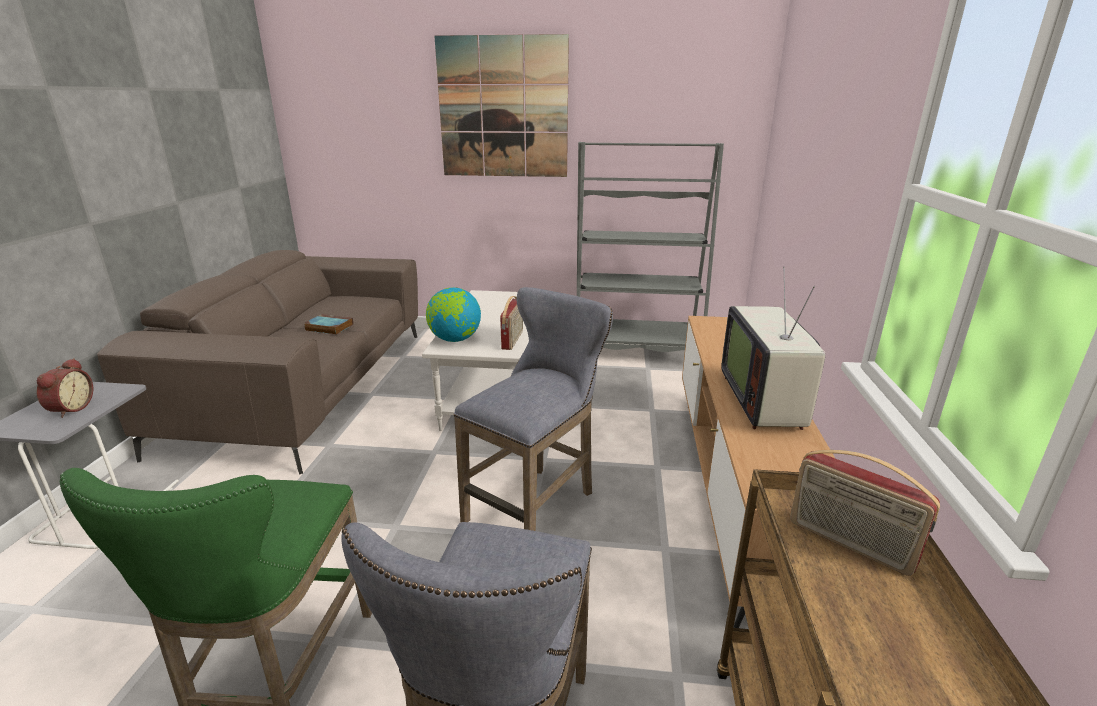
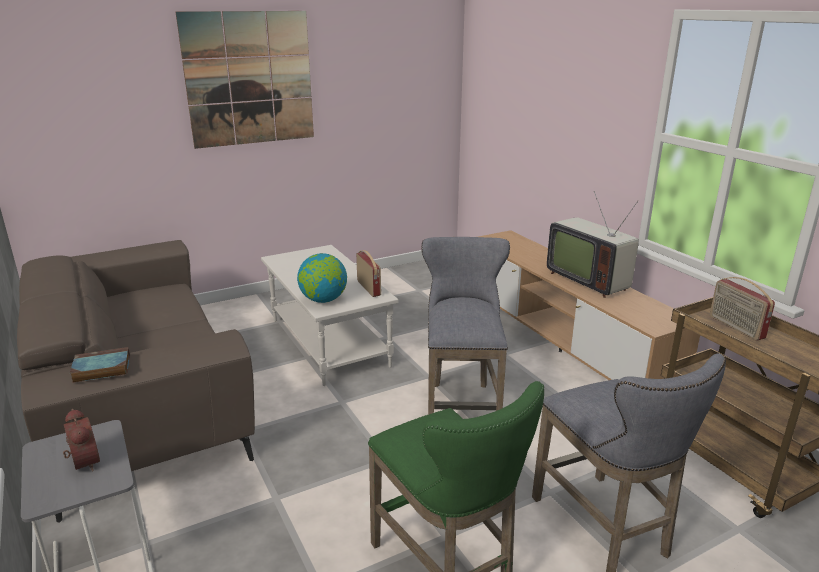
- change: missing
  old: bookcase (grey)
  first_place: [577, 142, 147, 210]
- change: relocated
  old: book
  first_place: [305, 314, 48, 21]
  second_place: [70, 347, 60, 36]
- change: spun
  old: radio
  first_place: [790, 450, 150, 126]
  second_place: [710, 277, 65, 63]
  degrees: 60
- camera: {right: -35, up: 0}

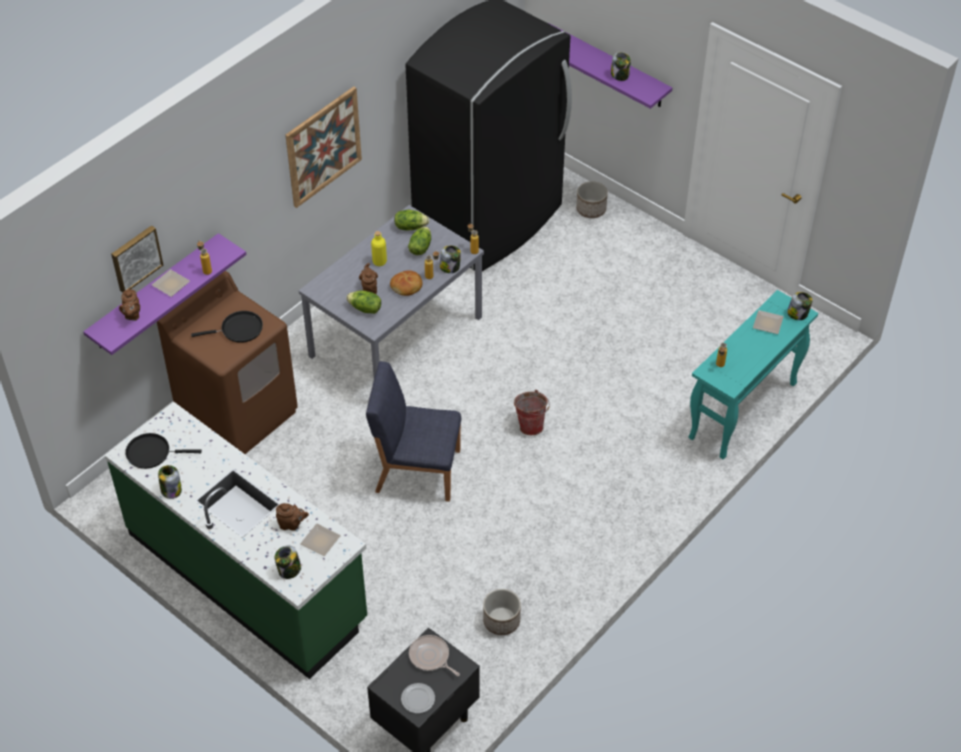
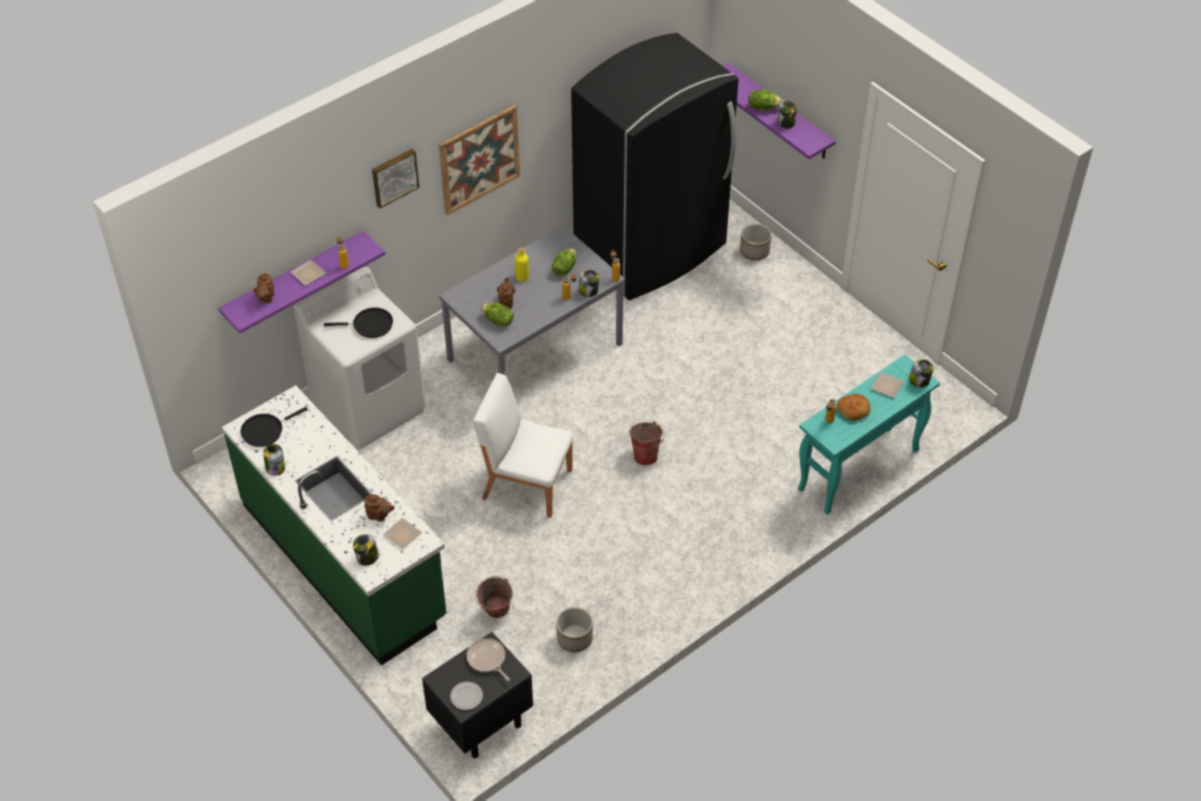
- change: relocated
  old: lettuce
  first_place: [394, 210, 35, 20]
  second_place: [748, 90, 34, 20]
- change: relocated
  old: picture
  first_place: [111, 226, 52, 67]
  second_place: [372, 149, 47, 59]
- change: relocated
  old: bread
  first_place: [390, 270, 32, 26]
  second_place: [837, 394, 33, 26]
- change: colour
  old: washing machine (brown)
  new: washing machine (white)
  first_place: [157, 271, 141, 183]
  second_place: [294, 266, 132, 184]
- change: colour
  old: chair (blue)
  new: chair (white)
  first_place: [366, 361, 95, 141]
  second_place: [473, 373, 100, 145]
- change: spun
  old: frying pan (black)
  first_place: [125, 433, 77, 36]
  second_place: [241, 407, 67, 40]
  degrees: -45
- change: appeared
  new: bucket
  second_place: [475, 576, 38, 42]
- camera: {right: 10, up: 0}

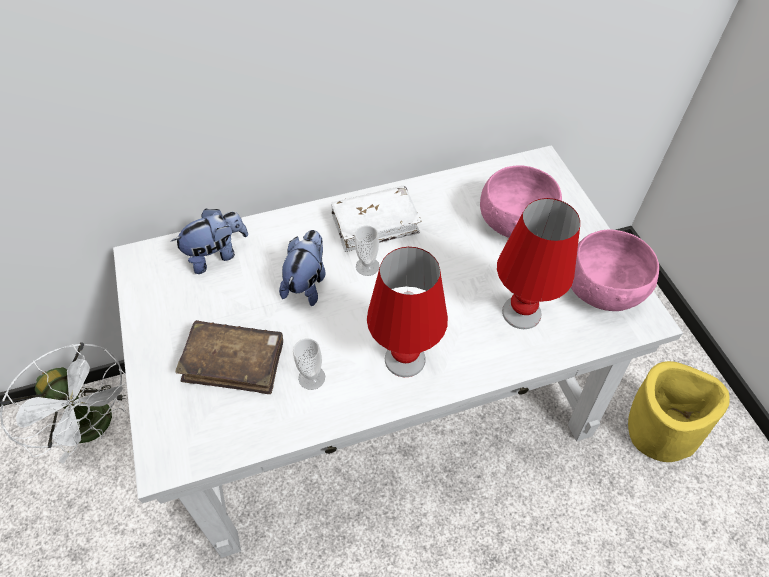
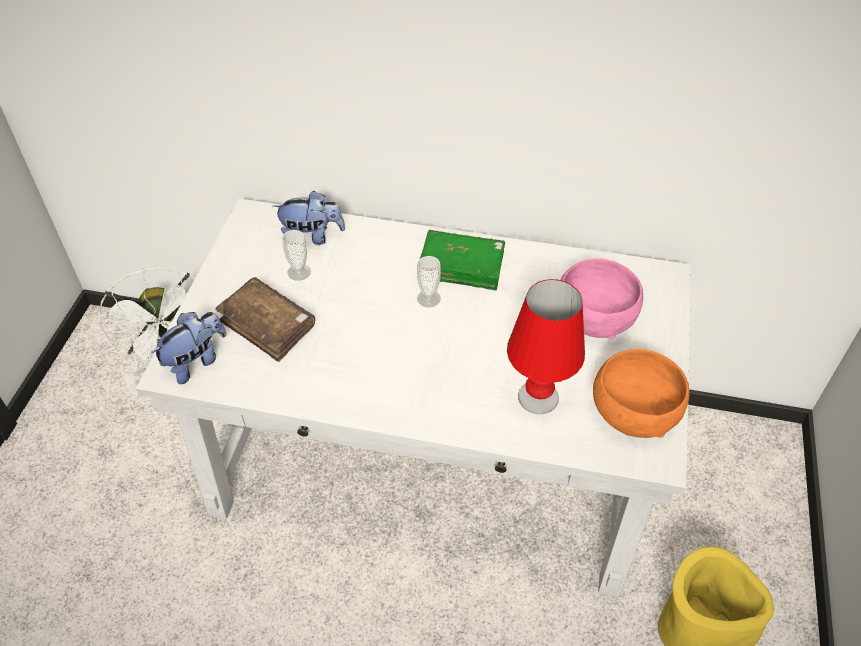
- change: colour
  old: book (white)
  new: book (green)
  first_place: [331, 185, 91, 67]
  second_place: [419, 230, 86, 60]
- change: relocated
  old: plush toy
  first_place: [279, 230, 47, 76]
  second_place: [151, 312, 75, 72]
- change: colour
  old: bowl (pink)
  new: bowl (orange)
  first_place: [571, 230, 88, 81]
  second_place: [593, 349, 96, 89]
- change: missing
  old: table lamp (red)
  first_place: [367, 247, 81, 130]
- change: relocated
  old: cup
  first_place: [293, 338, 32, 52]
  second_place: [282, 230, 29, 51]
- camera: {right: 30, up: -5}

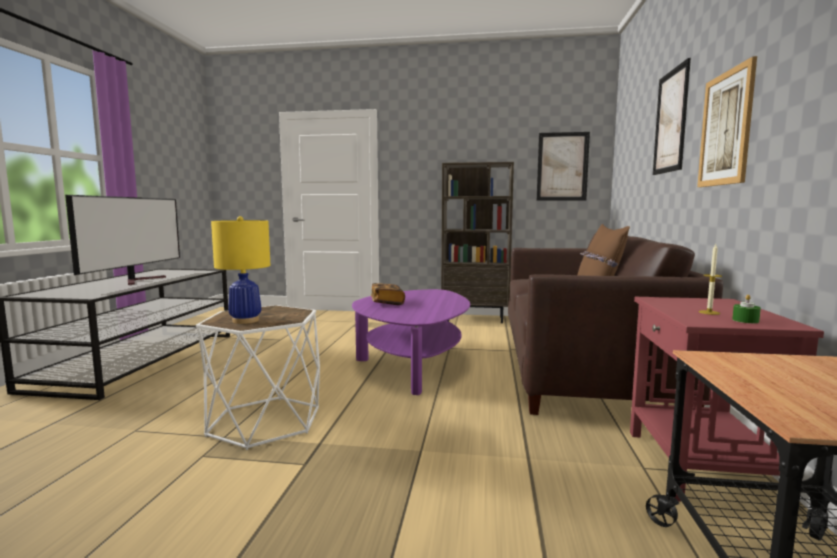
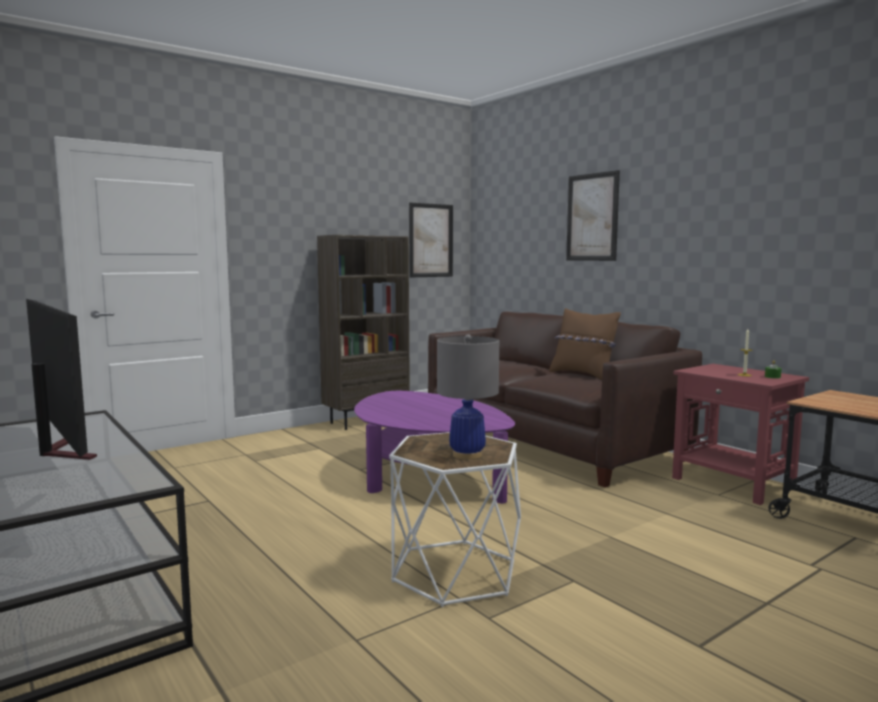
- change: missing
  old: picture
  first_place: [697, 56, 60, 131]
- change: colour
  old: table lamp (yellow)
  new: table lamp (grey)
  first_place: [211, 216, 59, 108]
  second_place: [437, 334, 62, 126]
- change: missing
  old: book
  first_place: [371, 283, 34, 22]
- camera: {right: -45, up: 0}

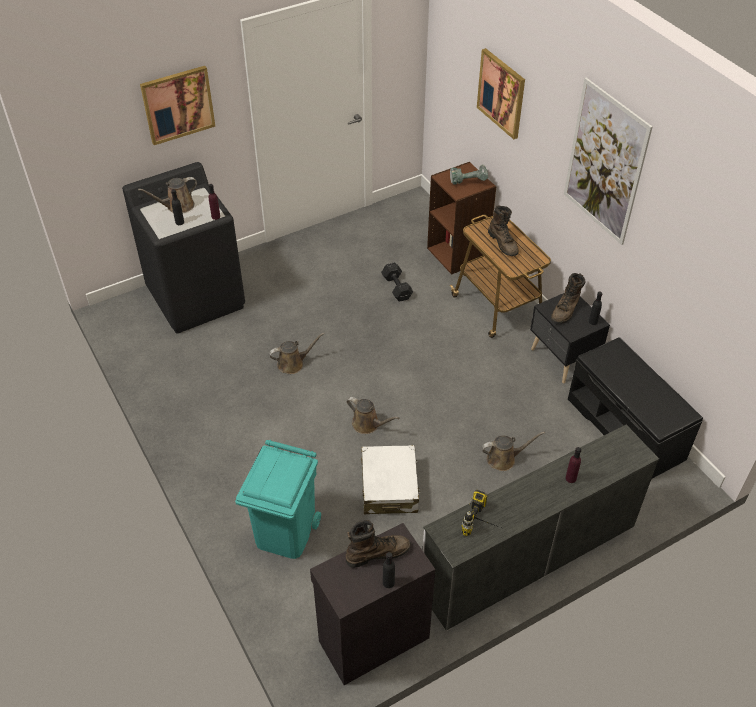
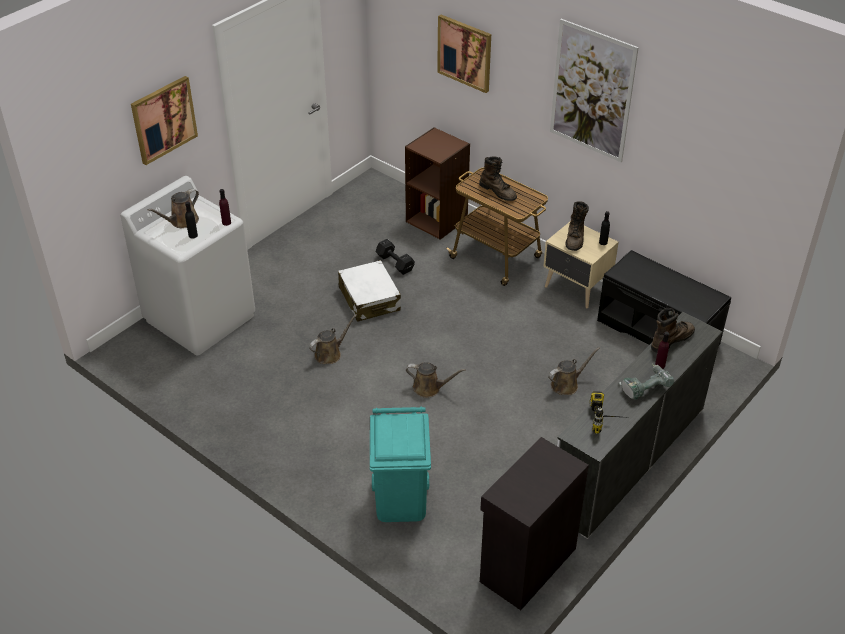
- change: colour
  old: washing machine (black)
  new: washing machine (white)
  first_place: [122, 162, 123, 172]
  second_place: [120, 176, 135, 180]
- change: relocated
  old: power drill
  first_place: [450, 165, 38, 20]
  second_place: [619, 364, 55, 36]
- change: colour
  old: nightstand (black)
  new: nightstand (beige)
  first_place: [530, 293, 80, 91]
  second_place: [543, 222, 76, 86]
- change: relocated
  old: suitcase (white)
  first_place: [361, 445, 59, 69]
  second_place: [338, 260, 63, 62]
- change: relocated
  old: boot (brown)
  first_place: [346, 520, 65, 48]
  second_place: [651, 308, 44, 45]
- change: missing
  old: bottle (black)
  first_place: [383, 552, 12, 36]
- camera: {right: -20, up: -5}

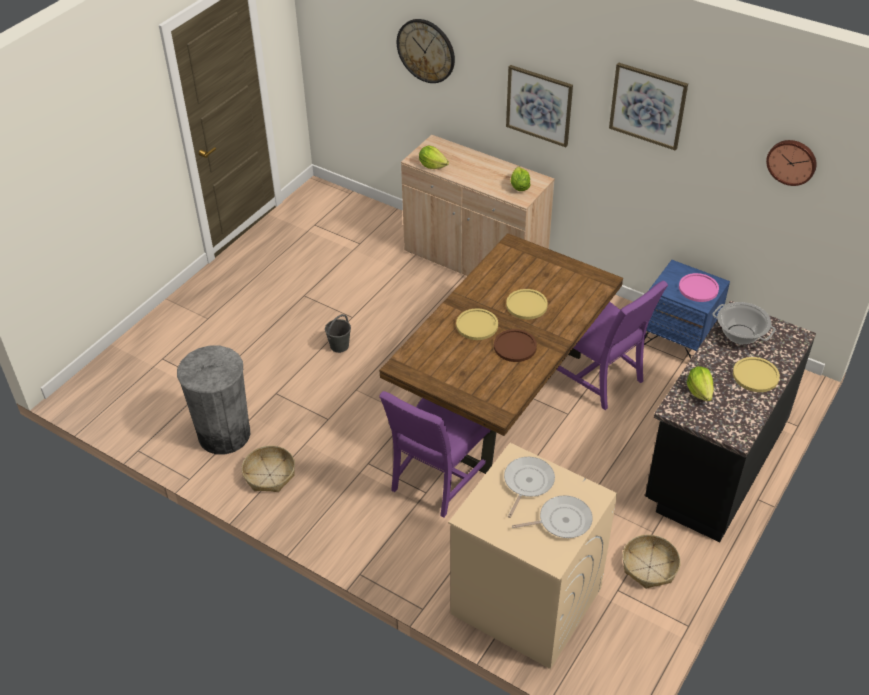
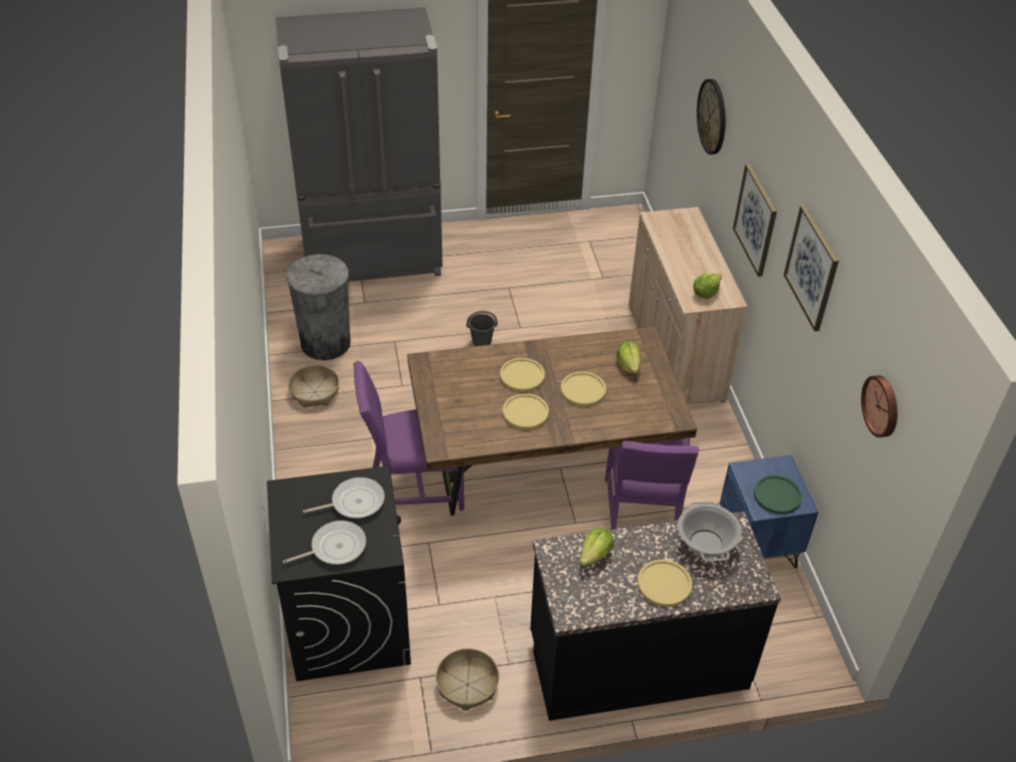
- change: relocated
  old: lettuce
  first_place: [419, 145, 30, 24]
  second_place: [616, 341, 25, 33]
- change: colour
  old: plate (pink)
  new: plate (green)
  first_place: [679, 273, 40, 29]
  second_place: [754, 475, 48, 39]
- change: colour
  old: plate (brown)
  new: plate (yellow)
  first_place: [494, 329, 43, 33]
  second_place: [503, 394, 46, 36]
- change: colour
  old: washing machine (beige)
  new: washing machine (black)
  first_place: [448, 443, 169, 226]
  second_place: [267, 466, 144, 216]
- change: spun
  old: frying pan
  first_place: [512, 495, 81, 43]
  second_place: [283, 520, 83, 45]
  degrees: -60
- change: appeared
  new: fridge (grey)
  second_place: [275, 7, 168, 275]
- camera: {right: 45, up: 0}

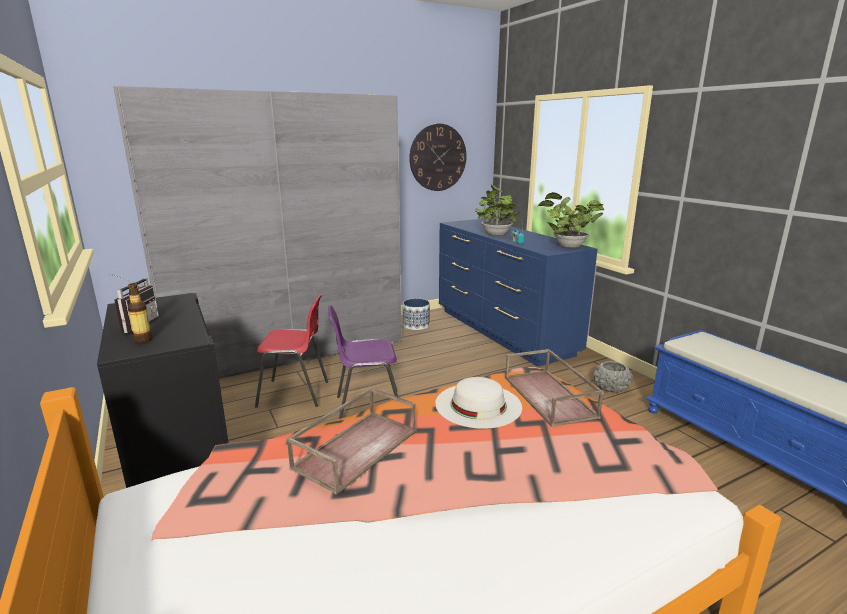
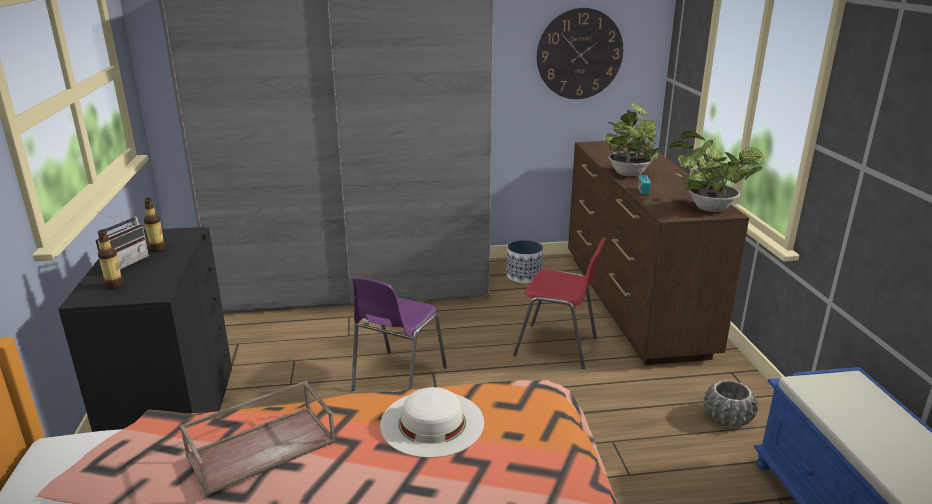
- change: colour
  old: dresser (blue)
  new: dresser (brown)
  first_place: [439, 219, 158, 148]
  second_place: [568, 141, 181, 224]
- change: relocated
  old: chair (red)
  first_place: [255, 294, 73, 114]
  second_place: [513, 237, 93, 132]
- change: spun
  old: chair (purple)
  first_place: [328, 305, 70, 114]
  second_place: [351, 277, 96, 114]
  degrees: -75
- change: missing
  old: tray (brown)
  first_place: [505, 349, 99, 78]
- change: appeared
  new: bottle
  second_place: [144, 198, 22, 54]
- camera: {right: 20, up: 5}

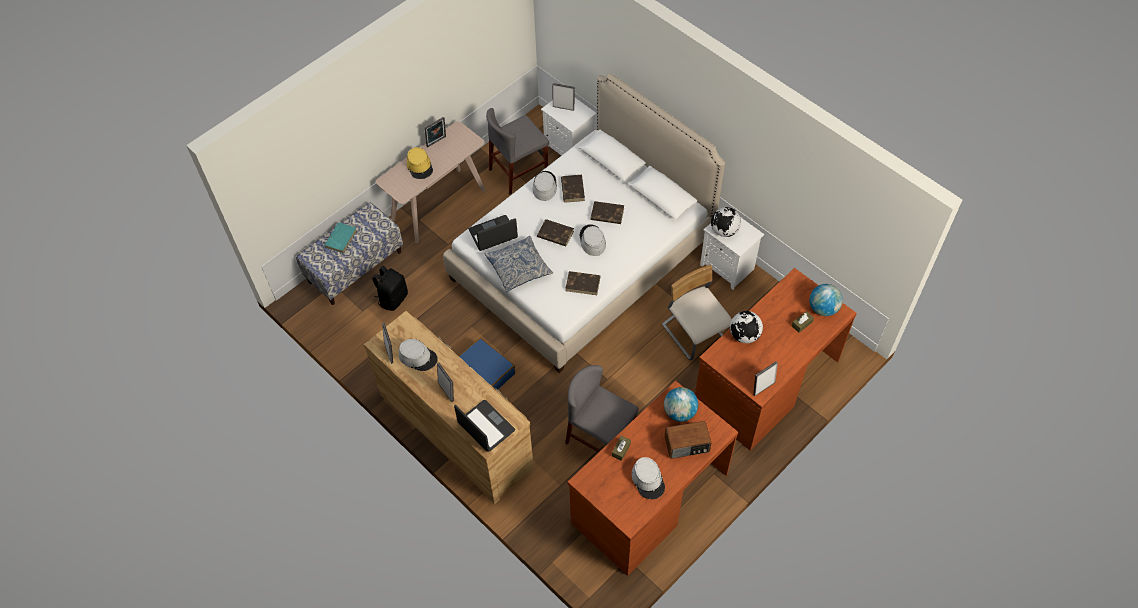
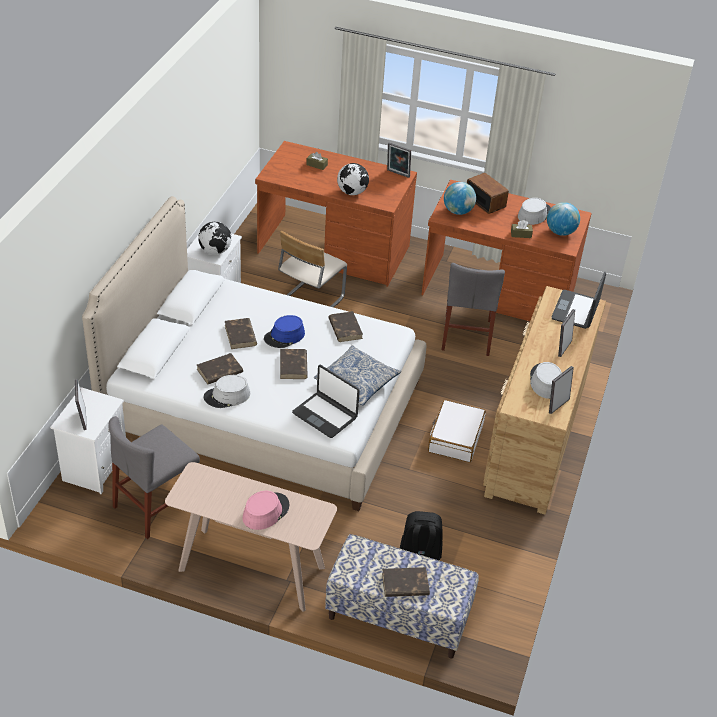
- change: spun
  old: chair (grey)
  first_place: [486, 108, 63, 87]
  second_place: [108, 416, 92, 123]
  degrees: 105
- change: missing
  old: picture frame
  first_place: [424, 117, 22, 30]
- change: colour
  old: hat (yellow)
  new: hat (pink)
  first_place: [407, 147, 26, 32]
  second_place: [243, 491, 46, 39]
- change: colour
  old: book (turquoise)
  new: book (brown)
  first_place: [324, 223, 33, 31]
  second_place: [382, 567, 48, 30]
- change: colour
  old: hat (grey)
  new: hat (blue)
  first_place: [579, 224, 27, 32]
  second_place: [264, 315, 41, 33]
- change: relocated
  old: globe
  first_place: [809, 284, 34, 32]
  second_place: [547, 202, 33, 34]
- change: colour
  old: suitcase (blue)
  new: suitcase (white)
  first_place: [459, 338, 56, 52]
  second_place: [428, 400, 58, 62]
- camera: {right: -120, up: -15}

